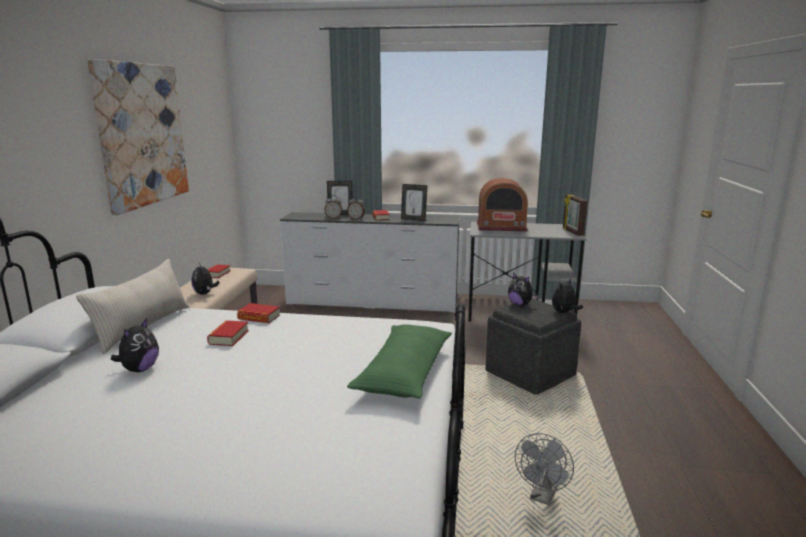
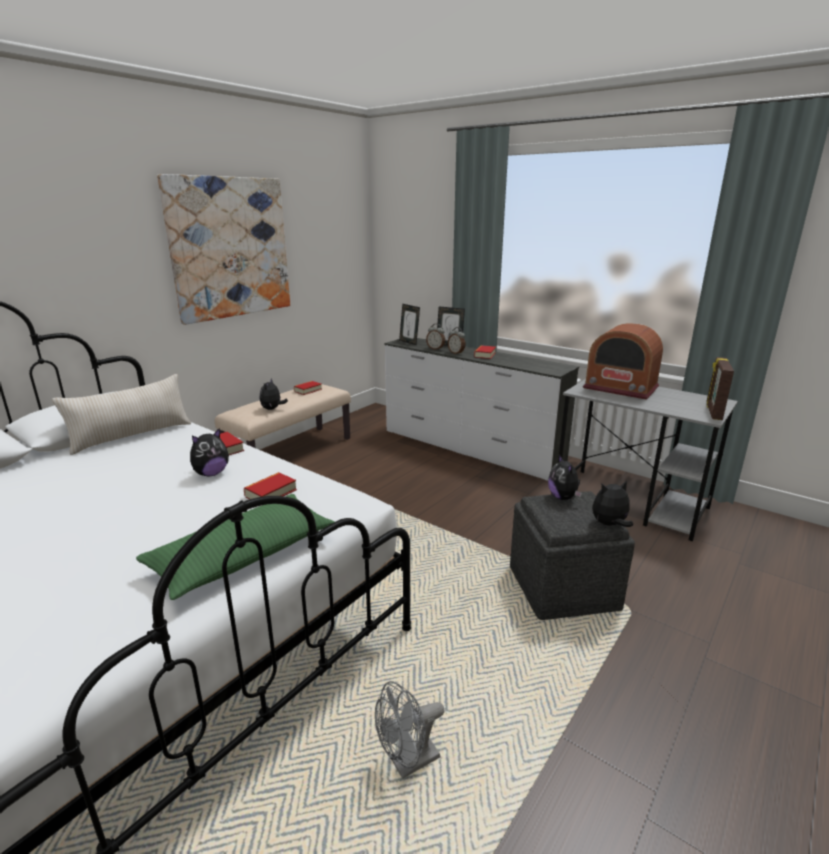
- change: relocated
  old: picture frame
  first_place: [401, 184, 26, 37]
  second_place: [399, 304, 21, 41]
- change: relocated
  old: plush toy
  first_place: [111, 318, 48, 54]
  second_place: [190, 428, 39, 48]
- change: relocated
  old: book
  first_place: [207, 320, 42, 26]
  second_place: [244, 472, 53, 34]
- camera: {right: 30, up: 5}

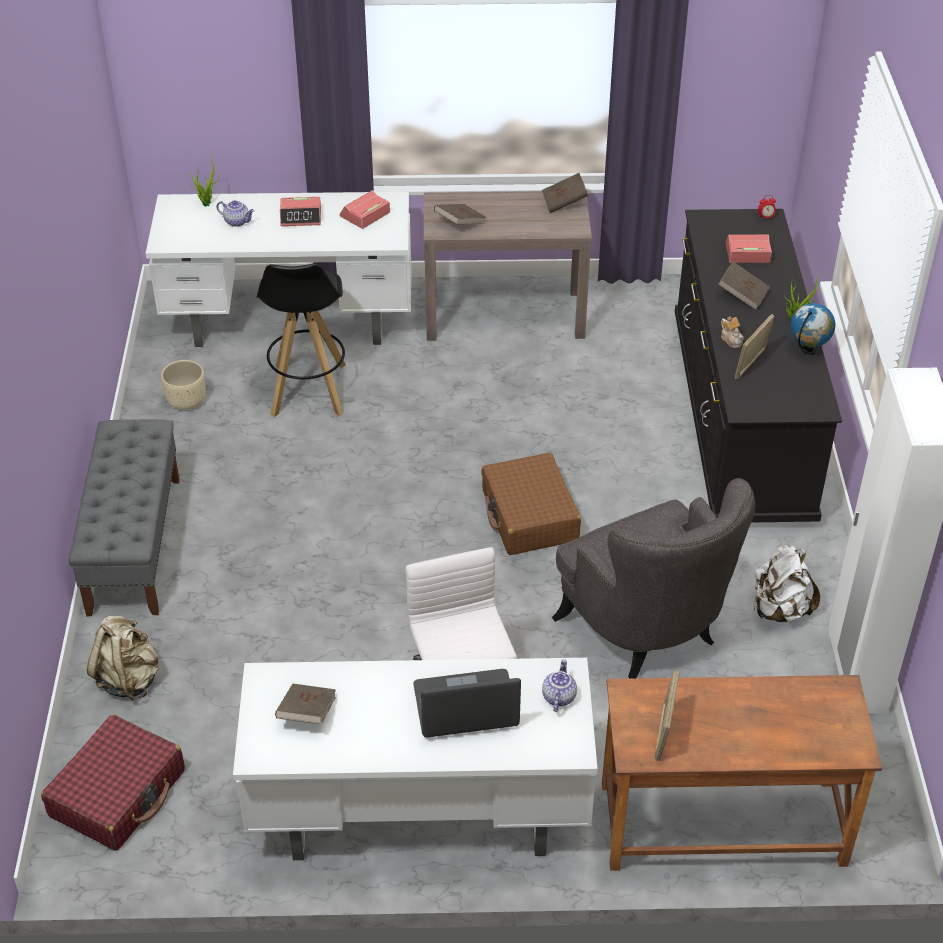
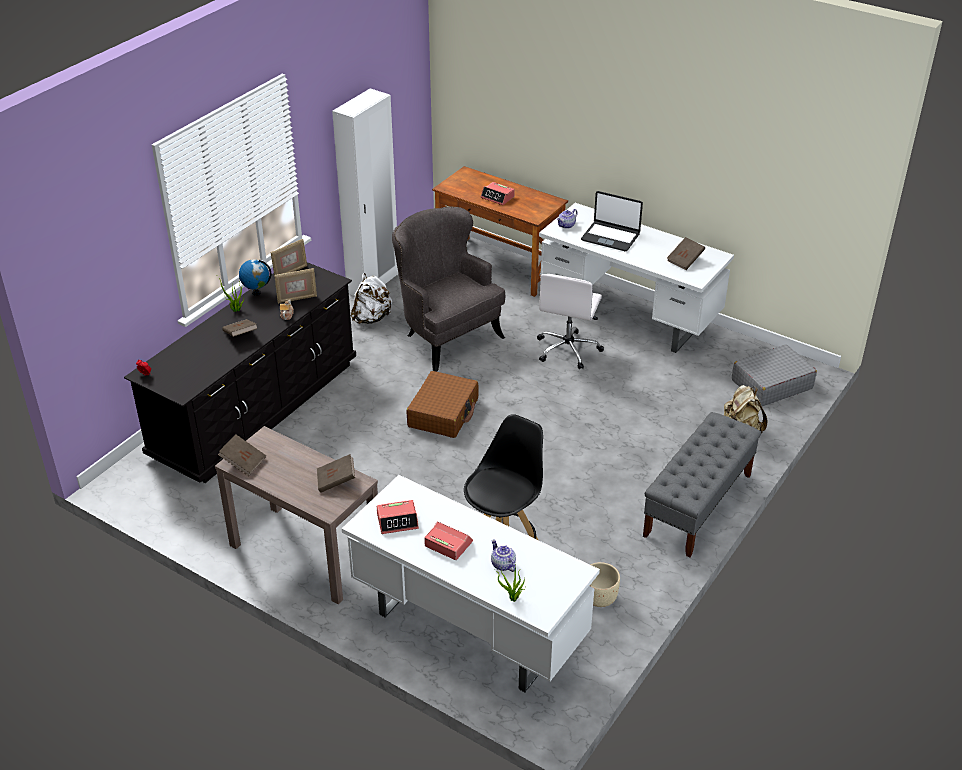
- change: relocated
  old: alarm clock
  first_place: [726, 234, 46, 29]
  second_place: [481, 182, 34, 23]
- change: spun
  old: armchair (grey)
  first_place: [552, 478, 203, 201]
  second_place: [392, 207, 113, 165]
  degrees: -45
- change: relocated
  old: picture frame
  first_place: [655, 670, 25, 92]
  second_place: [271, 239, 36, 36]
- change: colour
  old: suitcase (red)
  new: suitcase (grey)
  first_place: [41, 714, 144, 137]
  second_place: [732, 344, 85, 62]
- camera: {right: -145, up: -5}

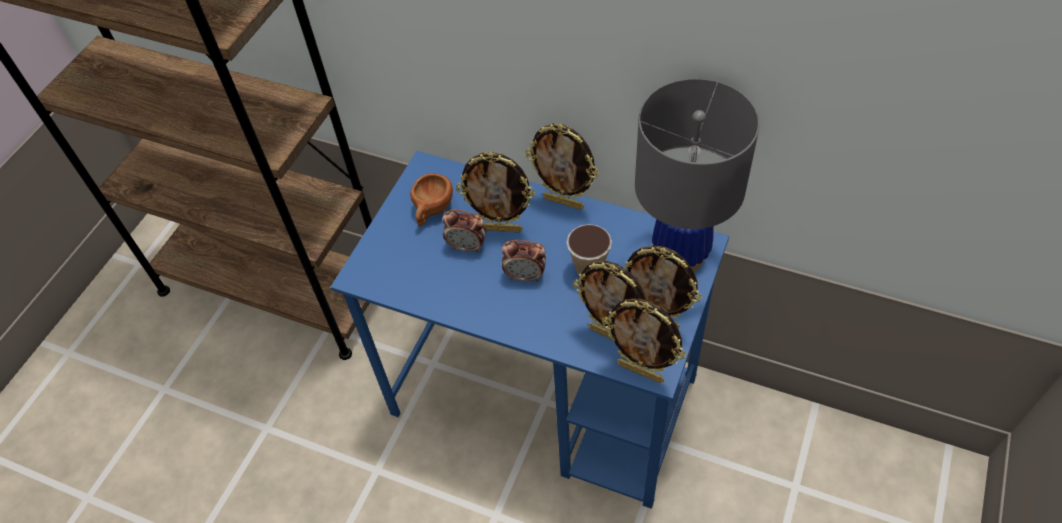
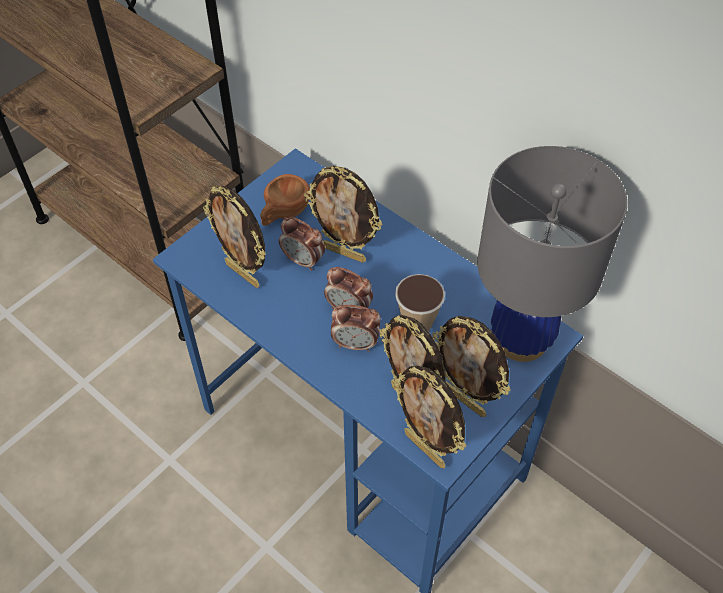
- change: relocated
  old: picture frame
  first_place: [526, 124, 73, 86]
  second_place: [203, 186, 63, 102]
- change: appeared
  new: alarm clock
  second_place: [331, 305, 50, 47]
- camera: {right: 15, up: 0}

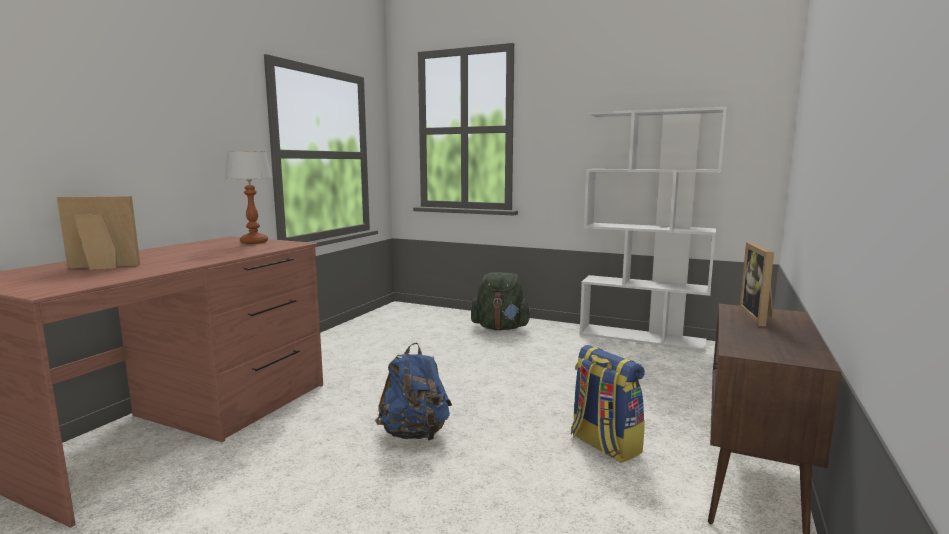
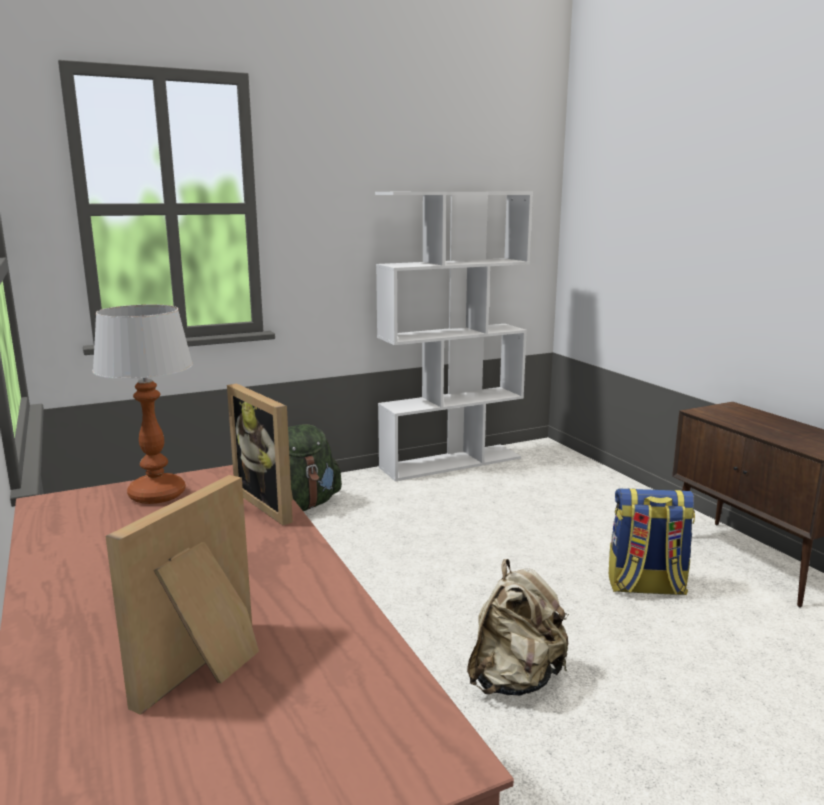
- change: relocated
  old: picture frame
  first_place: [740, 242, 34, 85]
  second_place: [227, 384, 66, 141]
- change: colour
  old: backpack (blue)
  new: backpack (beige)
  first_place: [375, 343, 77, 98]
  second_place: [467, 559, 102, 137]
- camera: {right: -50, up: 5}

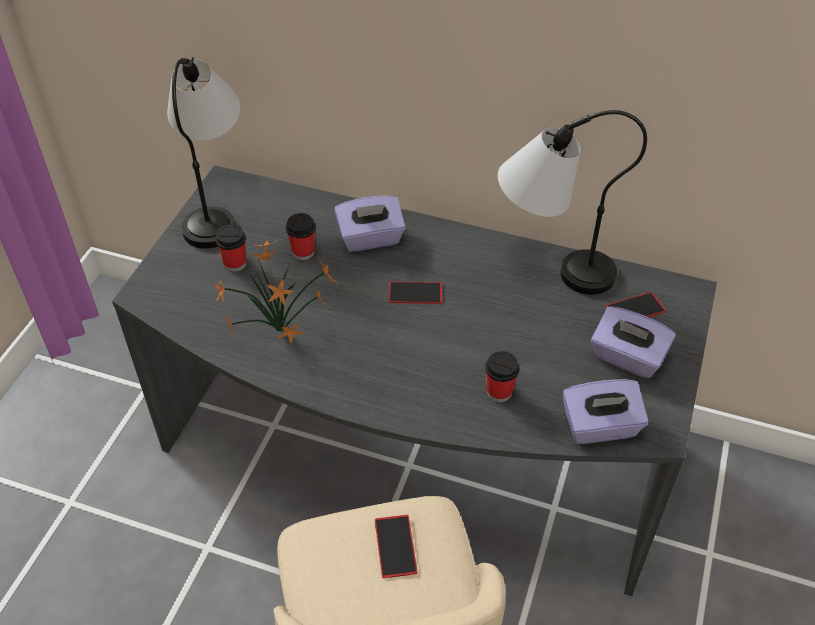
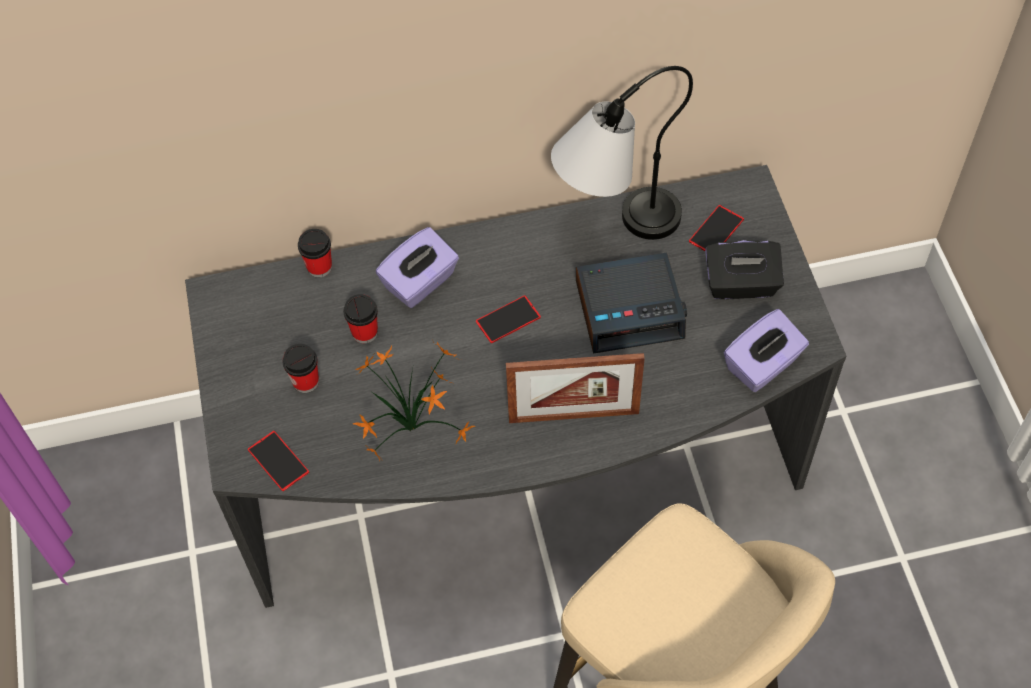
- change: missing
  old: table lamp
  first_place: [167, 57, 73, 192]
- change: colour
  old: tissue box (purple)
  new: tissue box (black)
  first_place: [591, 306, 85, 72]
  second_place: [705, 240, 79, 59]
- change: relocated
  old: cup
  first_place: [485, 351, 34, 51]
  second_place: [298, 229, 34, 49]
- change: relocated
  old: phone
  first_place: [375, 515, 43, 63]
  second_place: [248, 431, 61, 60]
- change: appeared
  new: alarm clock
  second_place: [576, 253, 111, 101]
- change: appeared
  new: picture frame
  second_place: [506, 353, 139, 70]
- camera: {right: -30, up: 10}

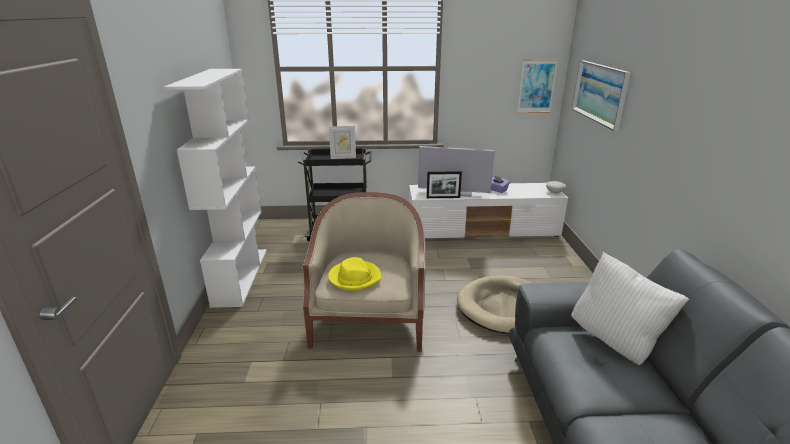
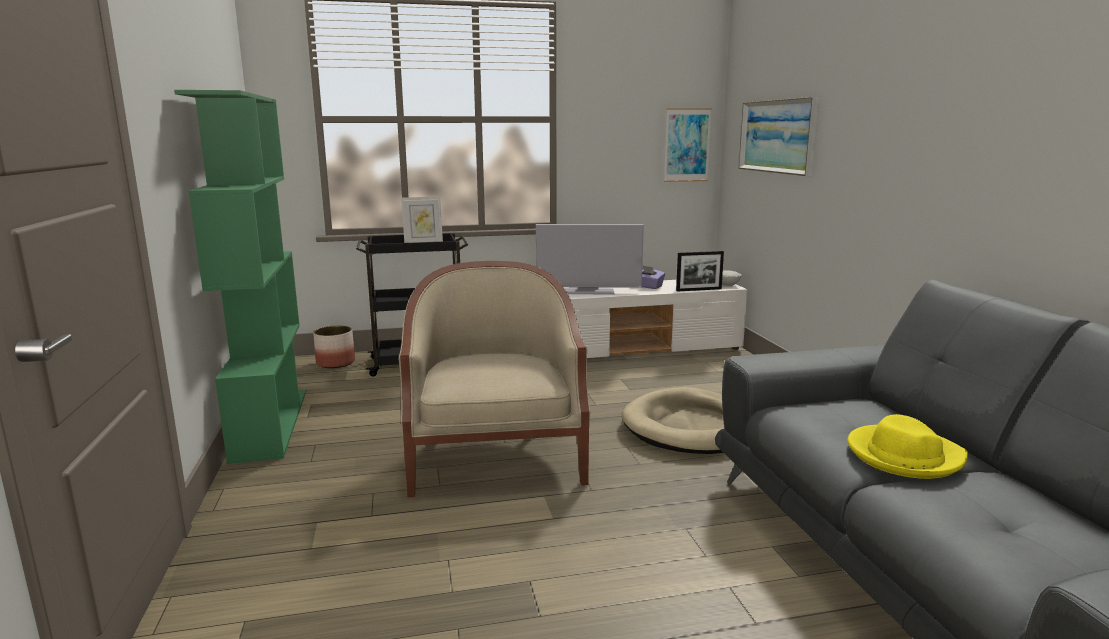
- change: colour
  old: bookcase (white)
  new: bookcase (green)
  first_place: [163, 69, 104, 239]
  second_place: [174, 90, 132, 374]
- change: relocated
  old: picture frame
  first_place: [427, 171, 35, 27]
  second_place: [676, 251, 48, 41]
- change: missing
  old: pillow (white)
  first_place: [571, 252, 118, 113]
- change: relocated
  old: hat (yellow)
  first_place: [328, 257, 53, 34]
  second_place: [848, 414, 120, 65]
- change: appeared
  new: planter
  second_place: [313, 326, 42, 42]
- camera: {right: -10, up: -10}

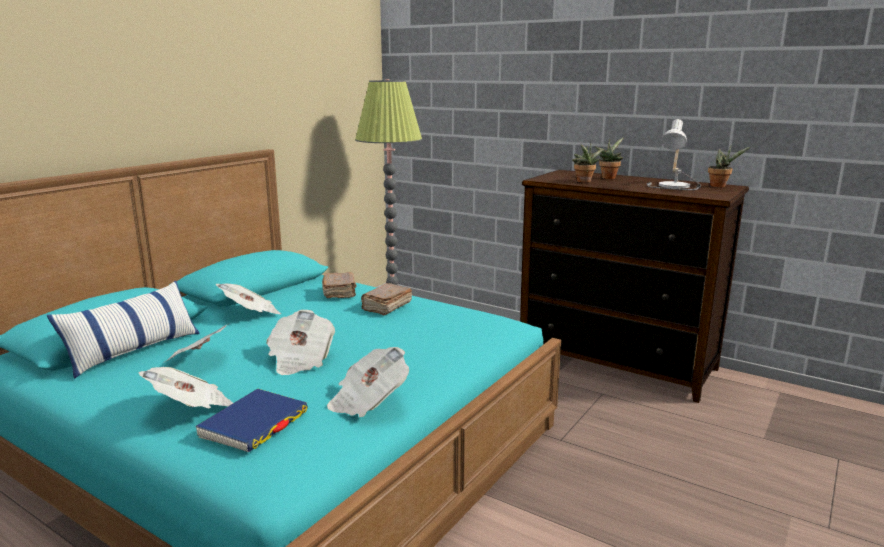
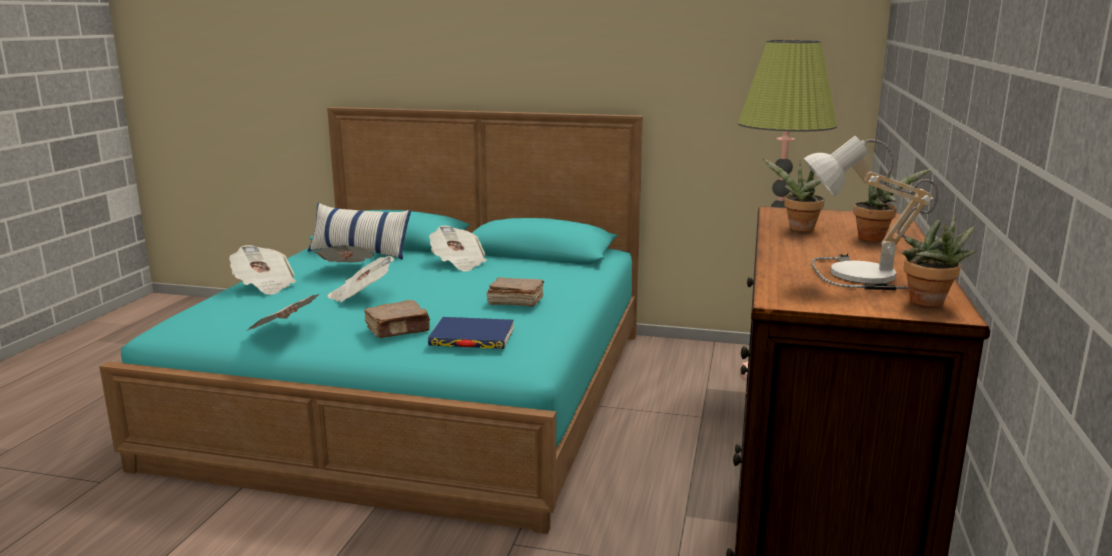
- change: relocated
  old: book (brown)
  first_place: [322, 272, 35, 26]
  second_place: [364, 300, 67, 38]
- change: relocated
  old: book (blue)
  first_place: [195, 389, 113, 63]
  second_place: [428, 317, 86, 32]
- camera: {right: 70, up: 0}

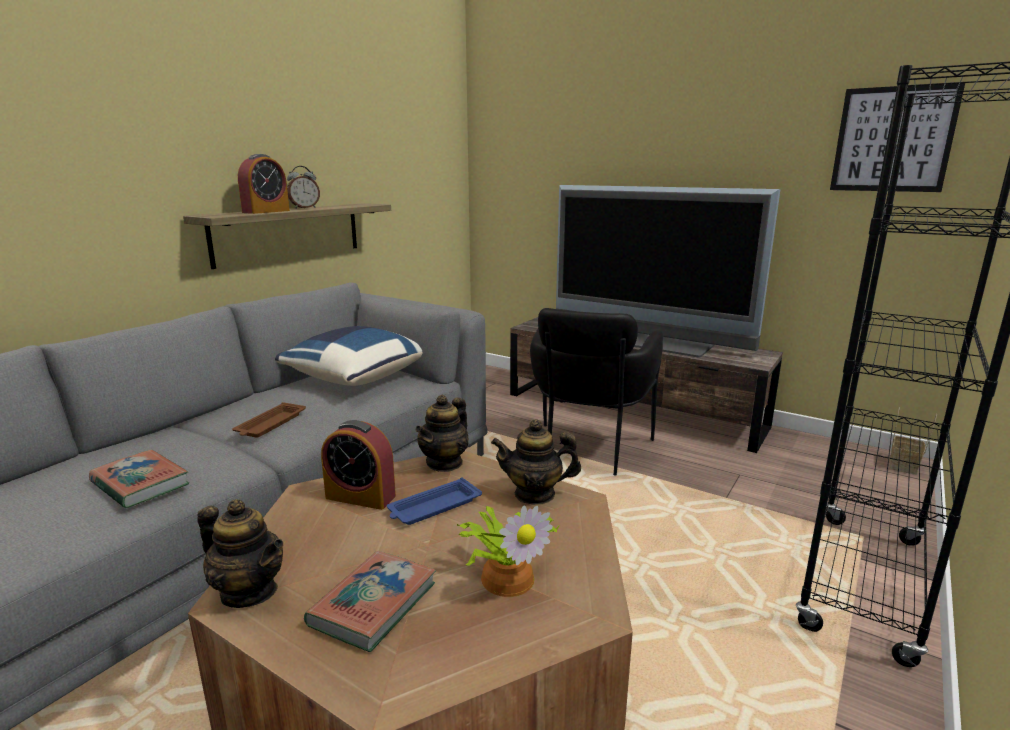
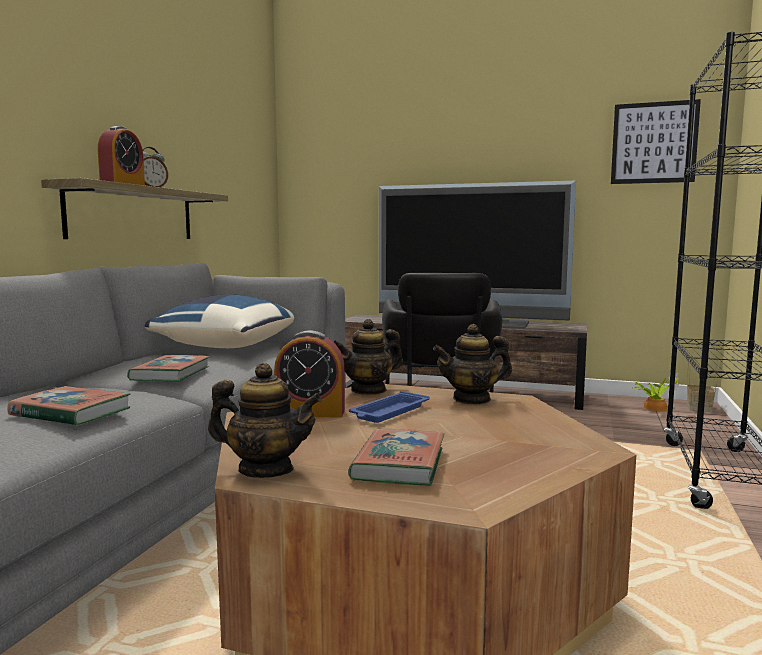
- change: spun
  old: teapot
  first_place: [416, 395, 53, 77]
  second_place: [334, 319, 69, 76]
  degrees: 45
- change: exchanged
  old: tray (brown)
  new: book
  first_place: [232, 402, 74, 36]
  second_place: [127, 355, 82, 27]
- change: relocated
  old: potted plant
  first_place: [457, 506, 102, 91]
  second_place: [632, 372, 47, 39]
- camera: {right: -15, up: -10}

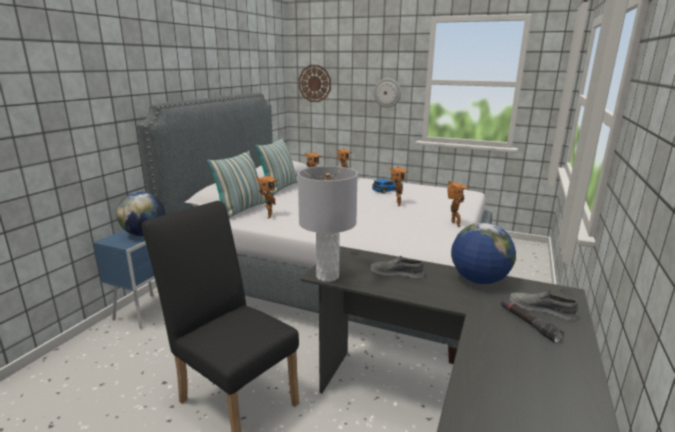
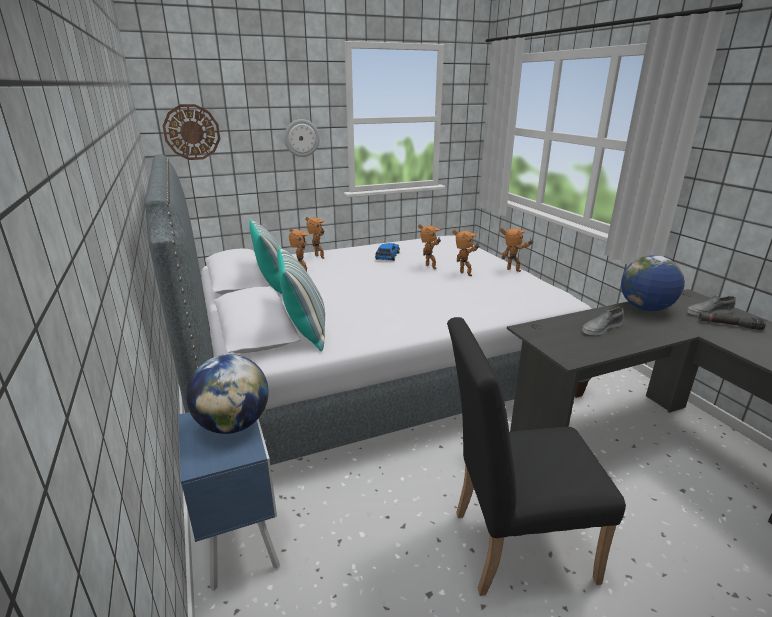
- change: missing
  old: table lamp (grey)
  first_place: [298, 166, 60, 116]
- change: relocated
  old: toy robot
  first_place: [256, 174, 23, 45]
  second_place: [452, 230, 28, 46]
- camera: {right: -45, up: 5}

